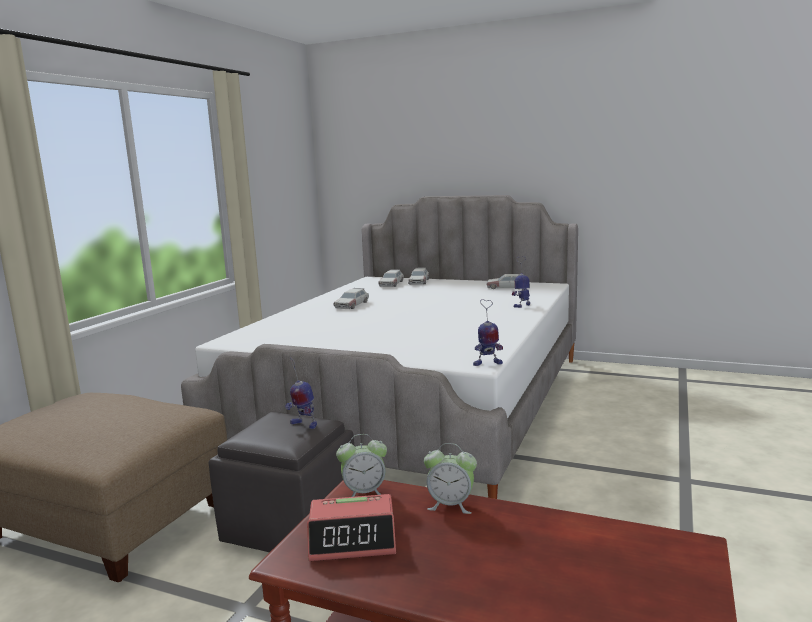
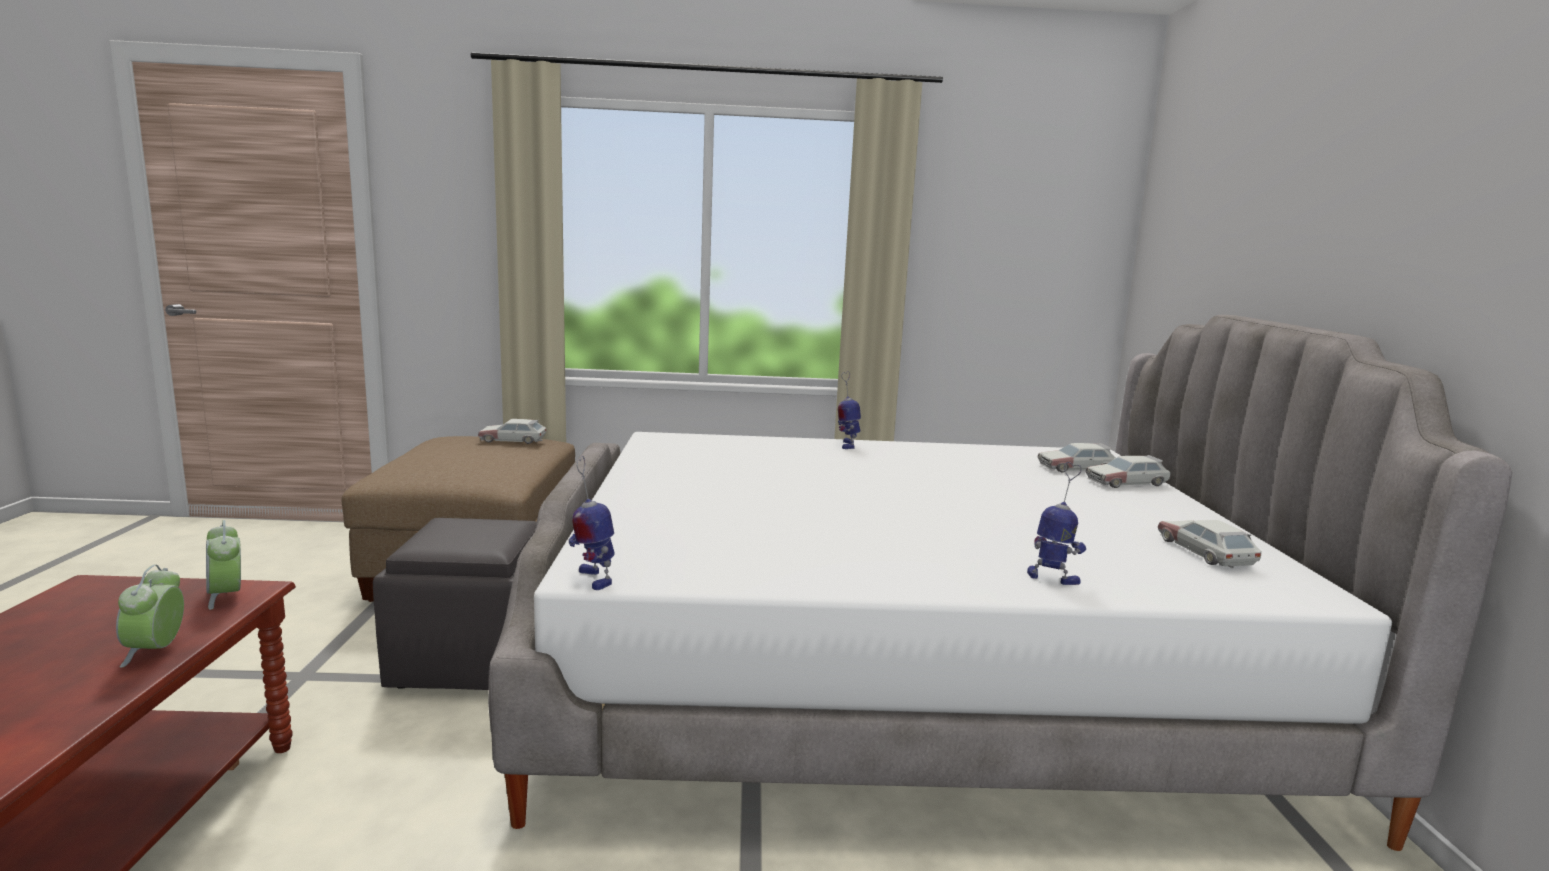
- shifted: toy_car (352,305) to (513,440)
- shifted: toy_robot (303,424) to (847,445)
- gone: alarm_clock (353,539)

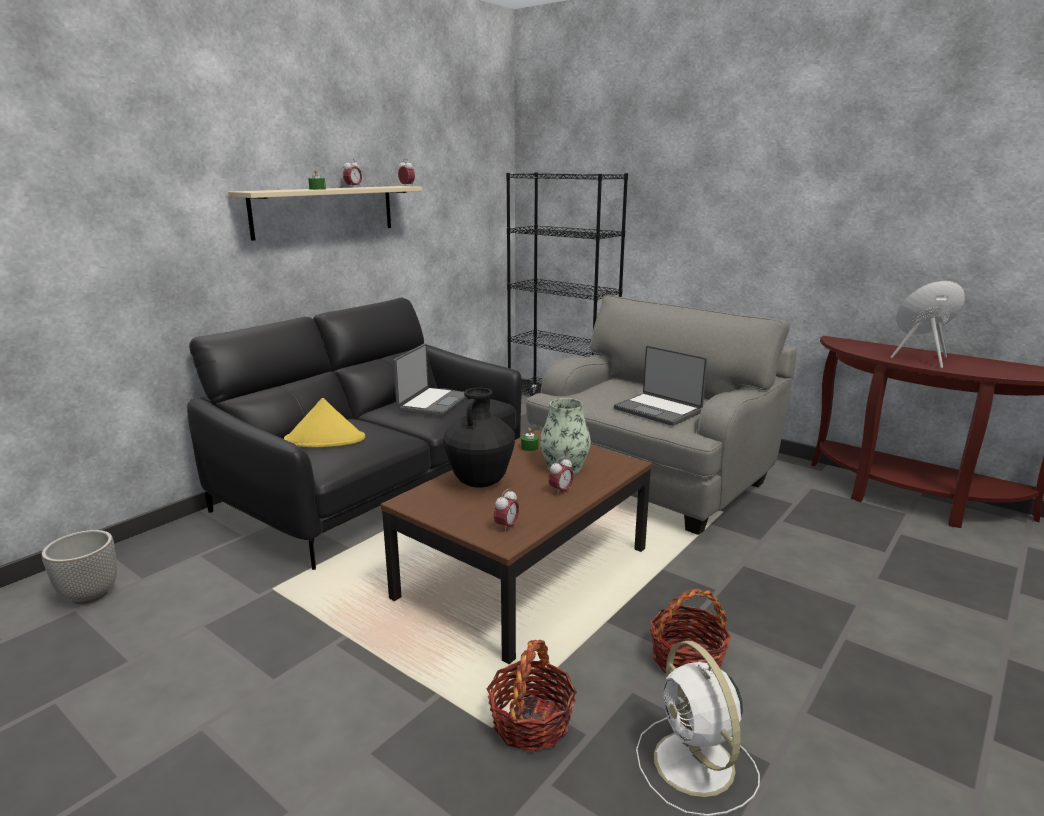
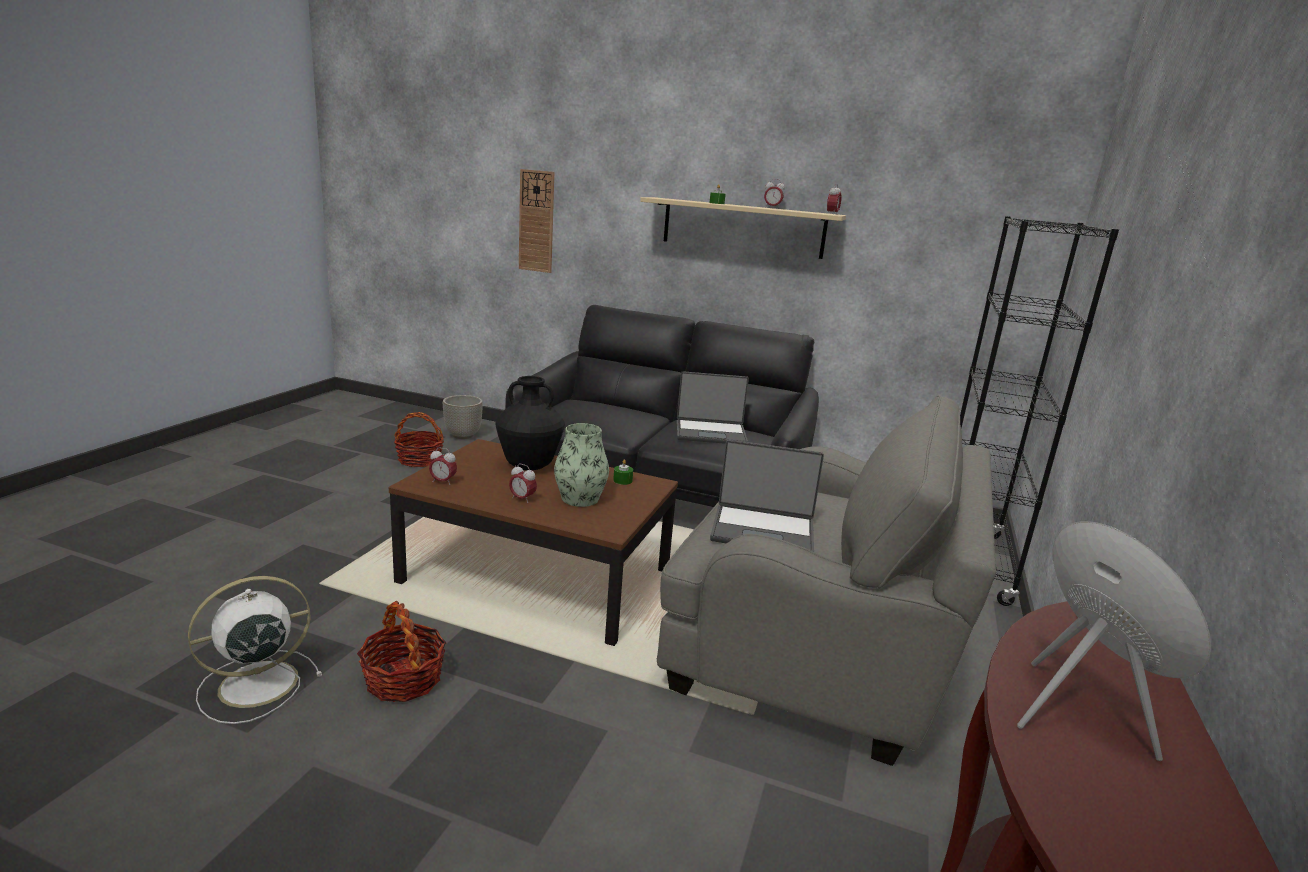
- rotated: laptop (658,410) = (763,531) 105 degrees counterclockwise
- gone: yellow_hat (325,439)
- shifted: basket (531,722) to (420,460)
- new: wall_clock (536,221)

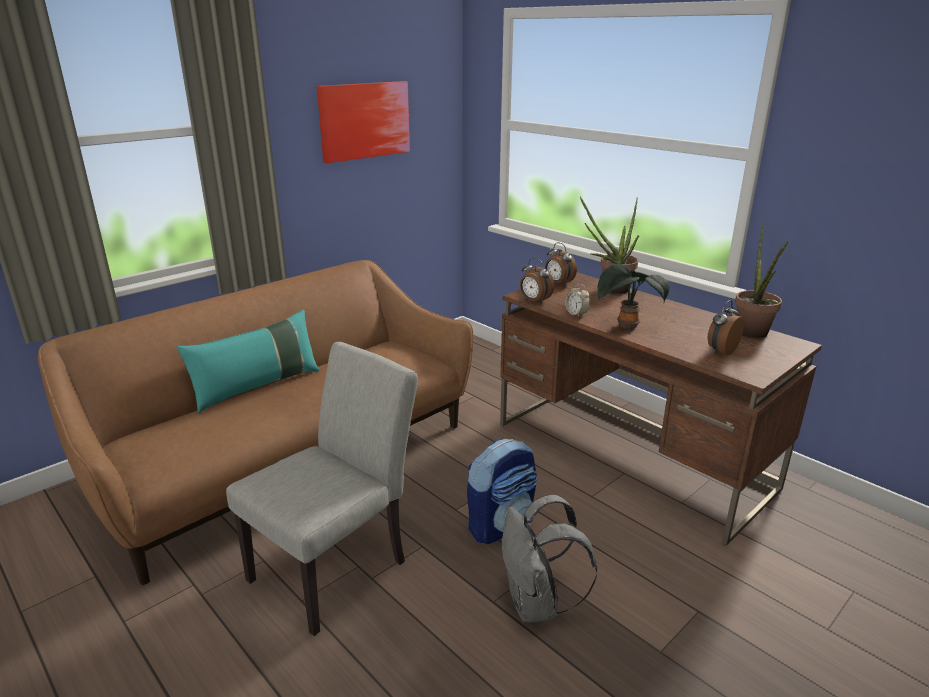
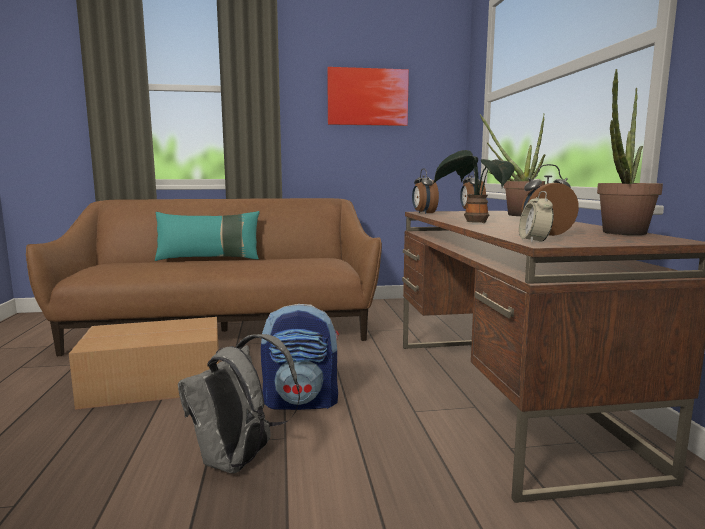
- shifted: alarm_clock (576,314) to (534,241)
- swapped: grey_chair (338,565) to cardboard_box (157,383)

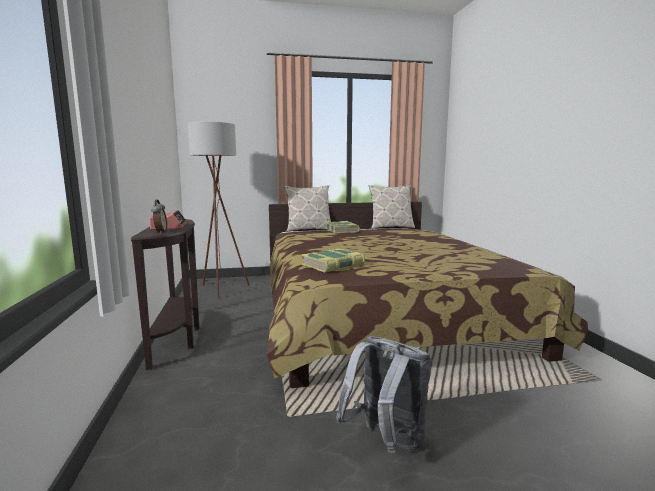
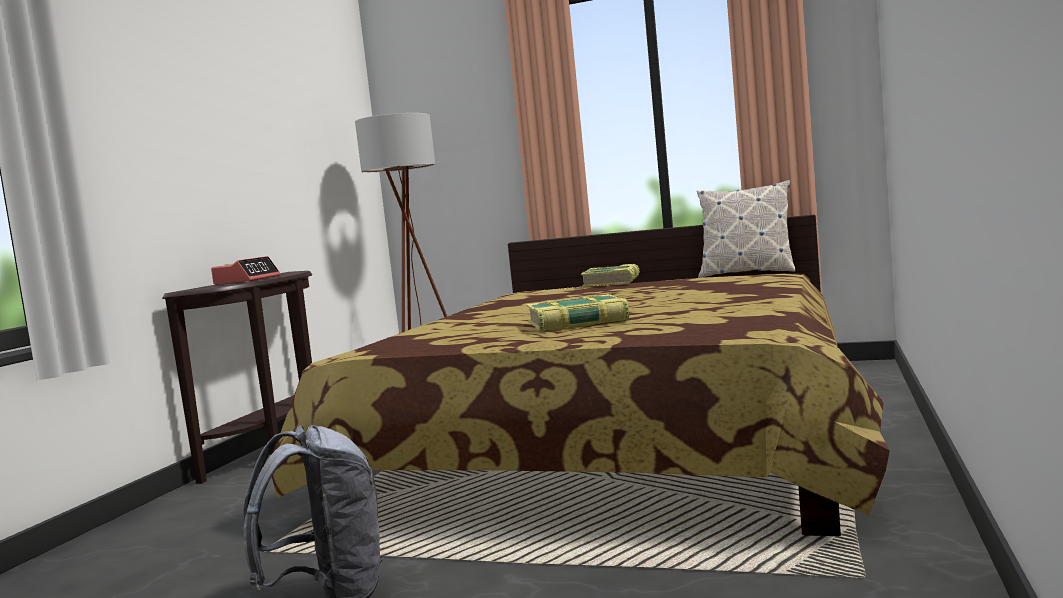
- gone: pillow (308,230)
- gone: alarm_clock (160,232)
- shifted: book (333,265) to (577,322)

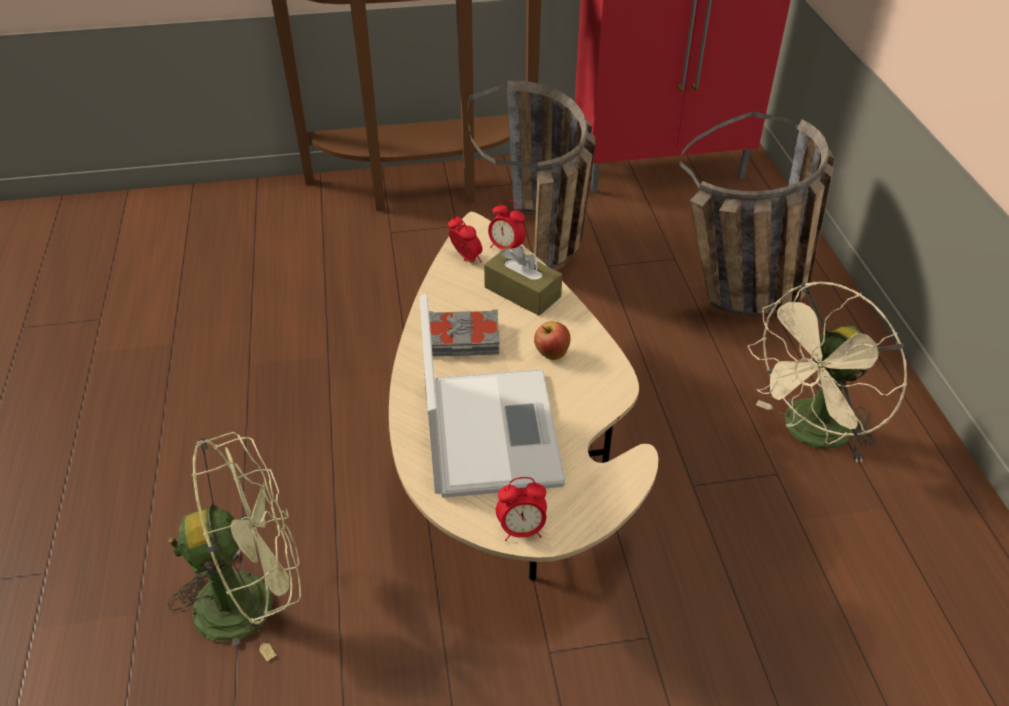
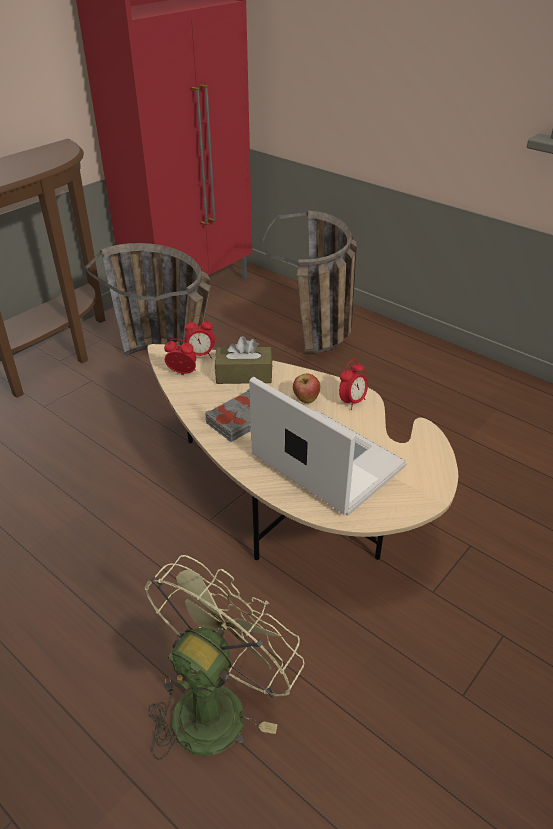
- gone: beige_fan (810,434)
- shifted: alarm_clock (521,530) to (352,402)

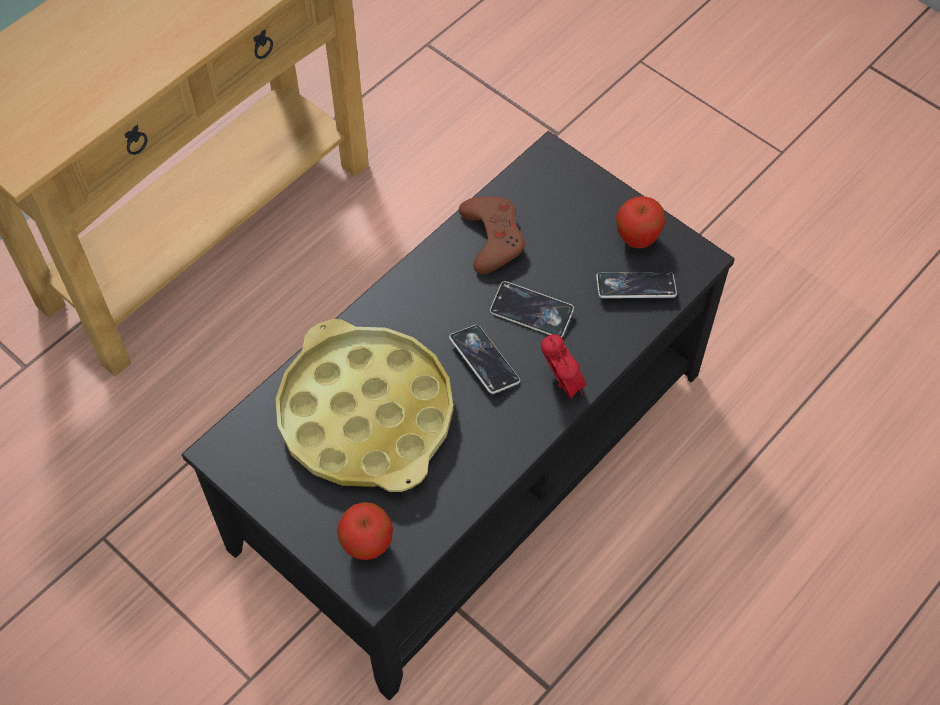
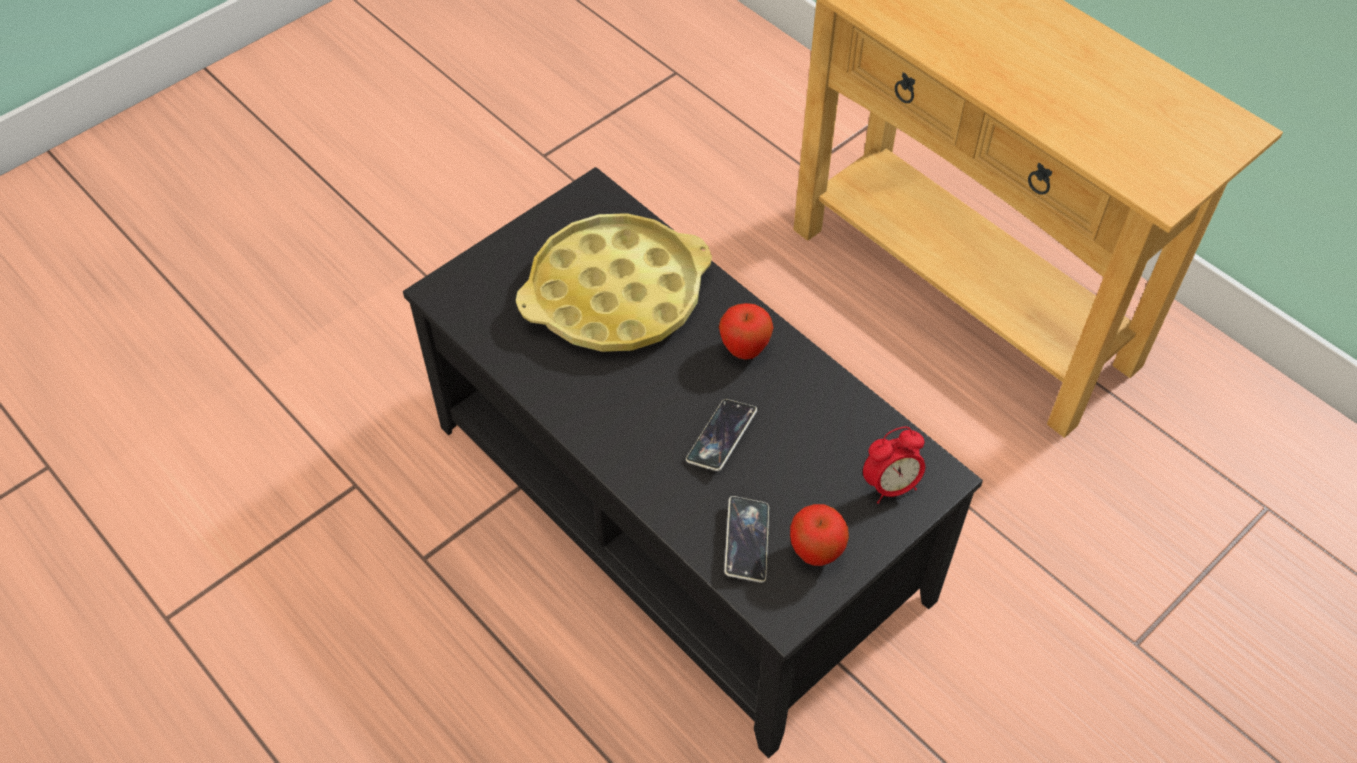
- gone: brown_game_controller (492,237)
- gone: phone (484,361)
- shifted: alarm_clock (561,385) to (890,486)
- shifted: apple (367,545) to (744,350)

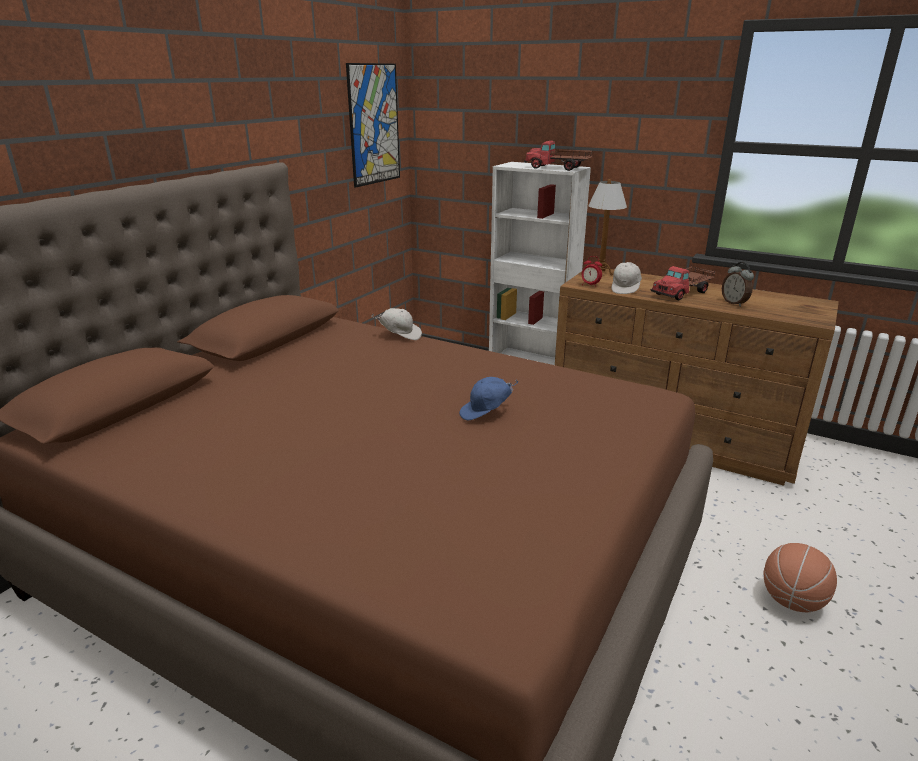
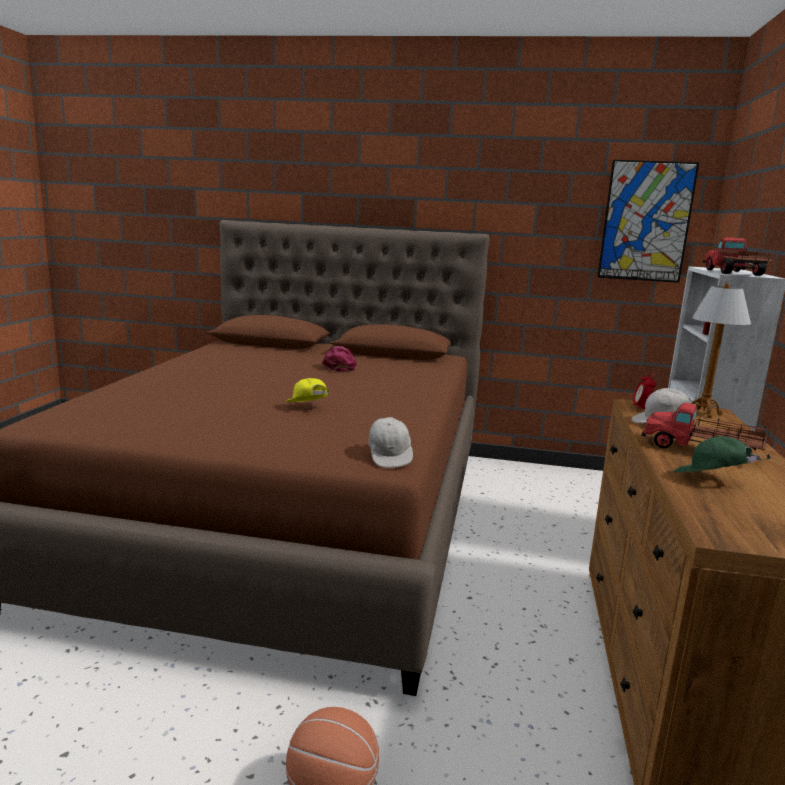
- swapped: alarm_clock (734,303) to green_cap (711,480)
- shifted: white_cap (400,335) to (389,457)
- repainted: blue_cap (486,413) to yellow_cap (307,408)
- new: pink_cap (339,366)

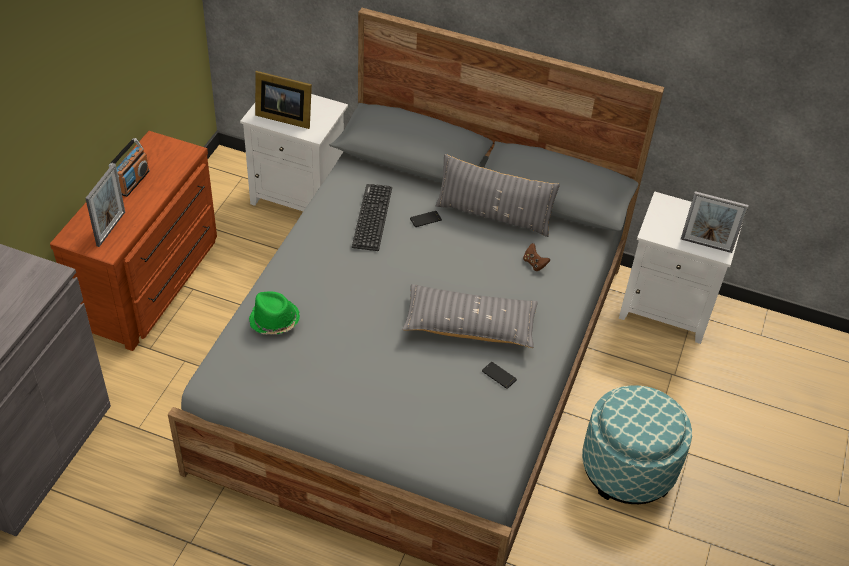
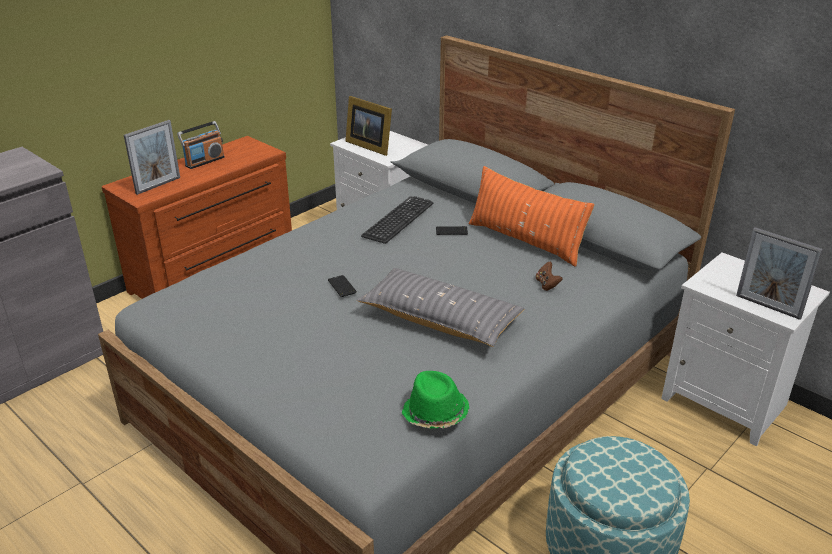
- repainted: grey_pillow (493,215) to orange_pillow (525,240)
- shifted: green_hat (274,321) to (435,414)
- shifted: phone (499,375) to (342,286)

